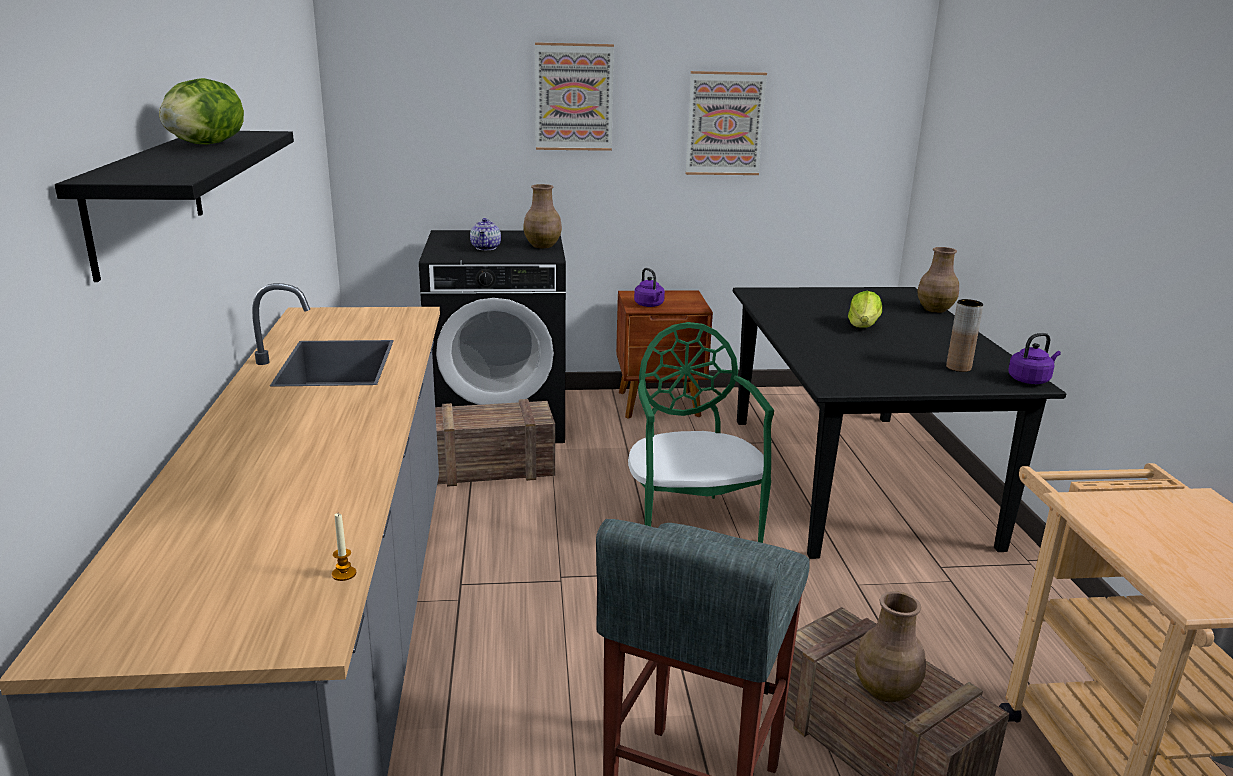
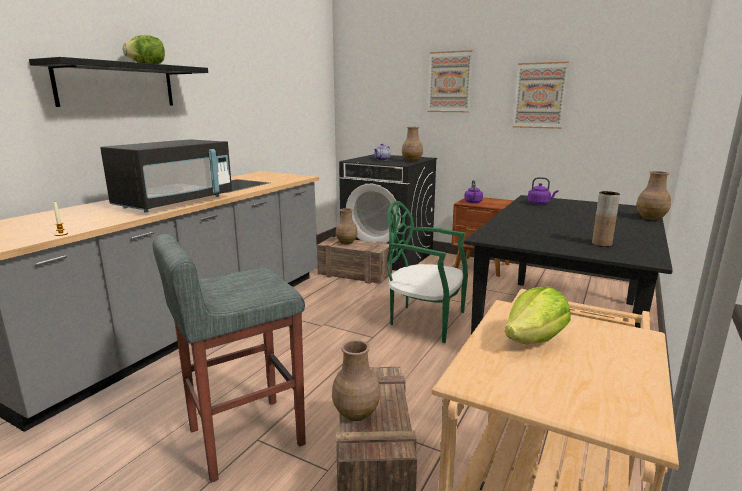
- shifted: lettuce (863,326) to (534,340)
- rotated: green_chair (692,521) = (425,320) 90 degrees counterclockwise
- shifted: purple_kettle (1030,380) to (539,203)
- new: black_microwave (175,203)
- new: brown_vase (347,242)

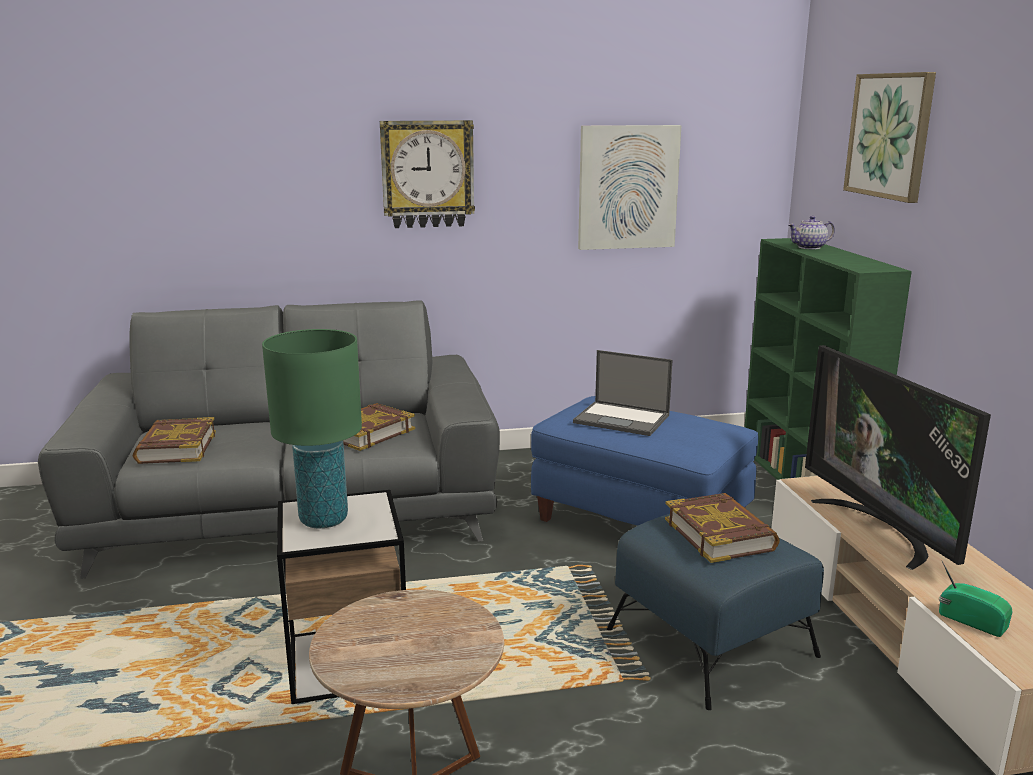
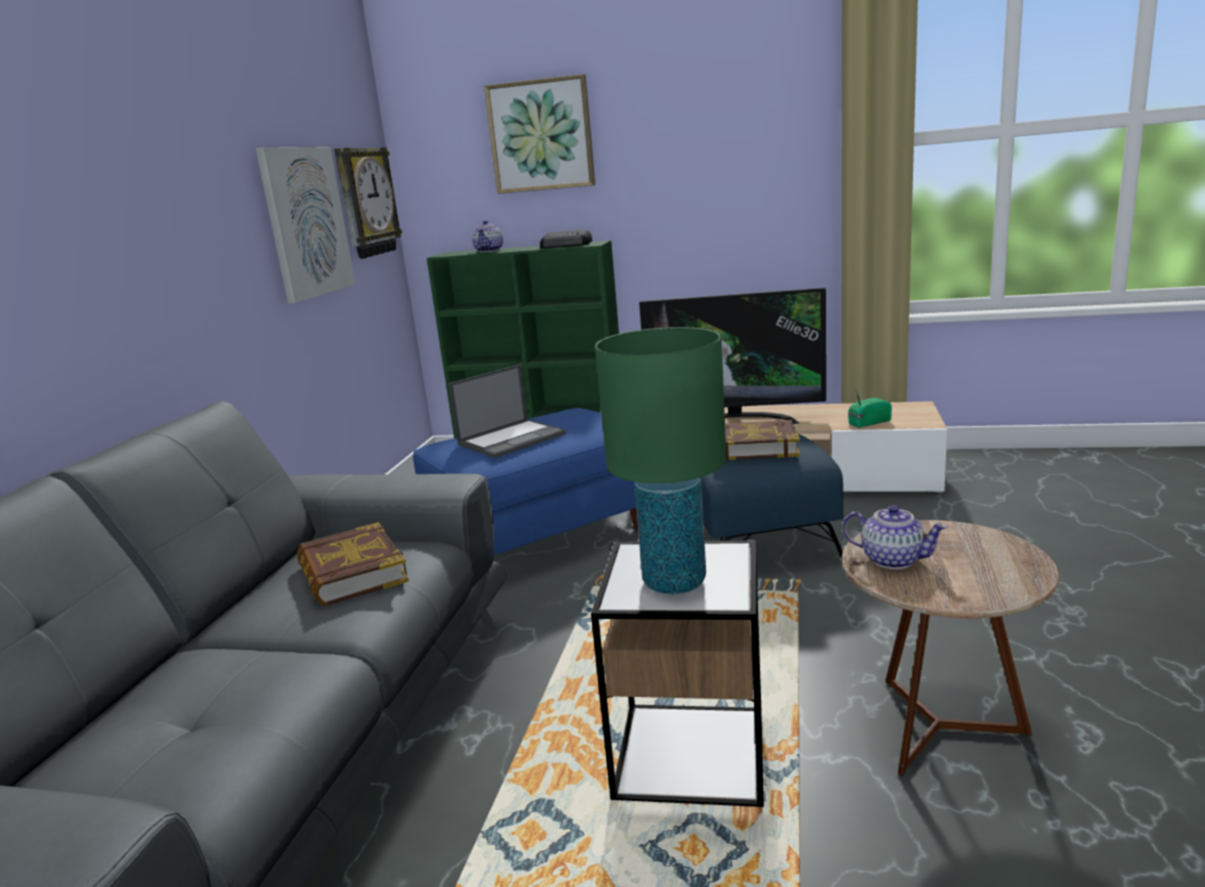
- shifted: wall_clock (427,174) to (365,202)
- gone: book (176,447)
- new: radio (567,245)
- new: teapot (892,559)

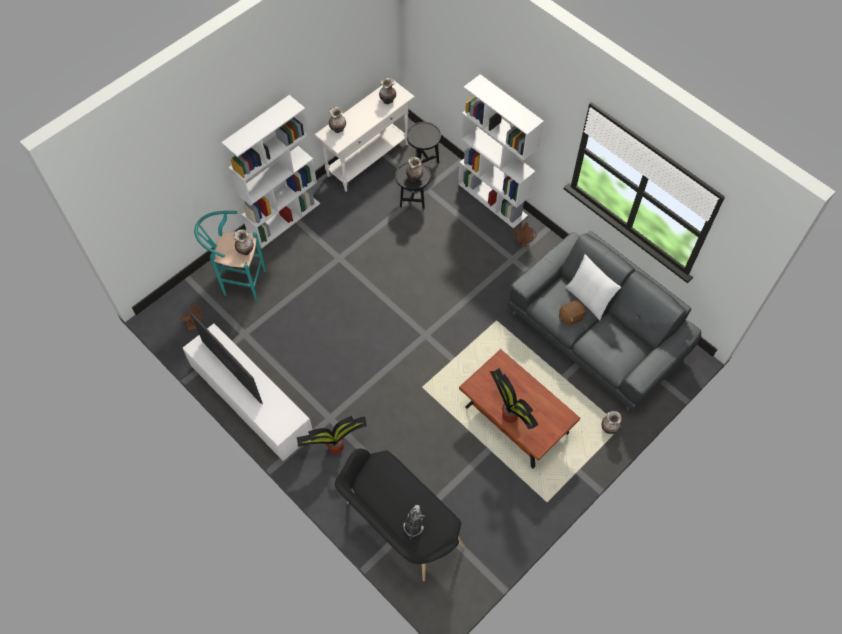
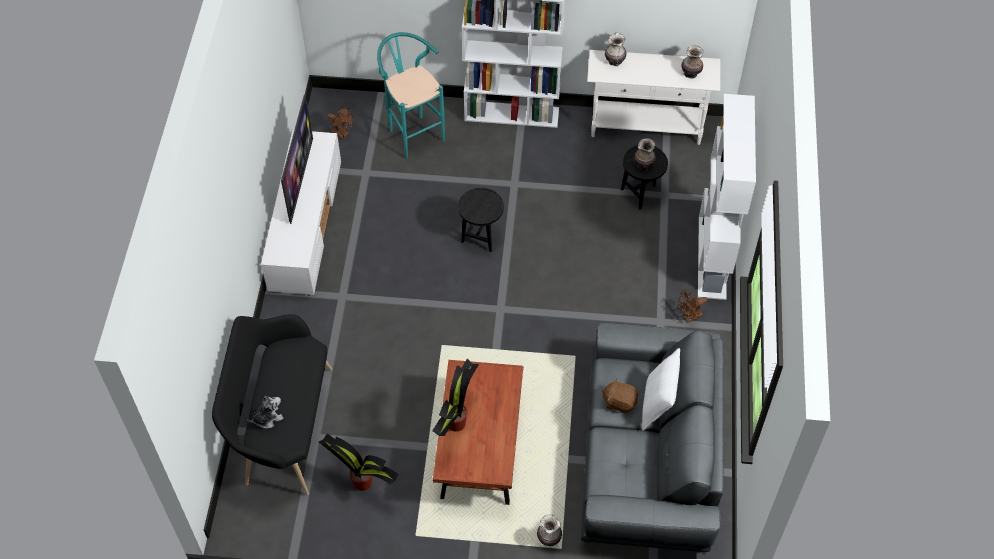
- shifted: black_side_table (423,160) to (481,236)
- gone: vase (246,250)
- shifted: potted_plant (335,447) to (361,481)

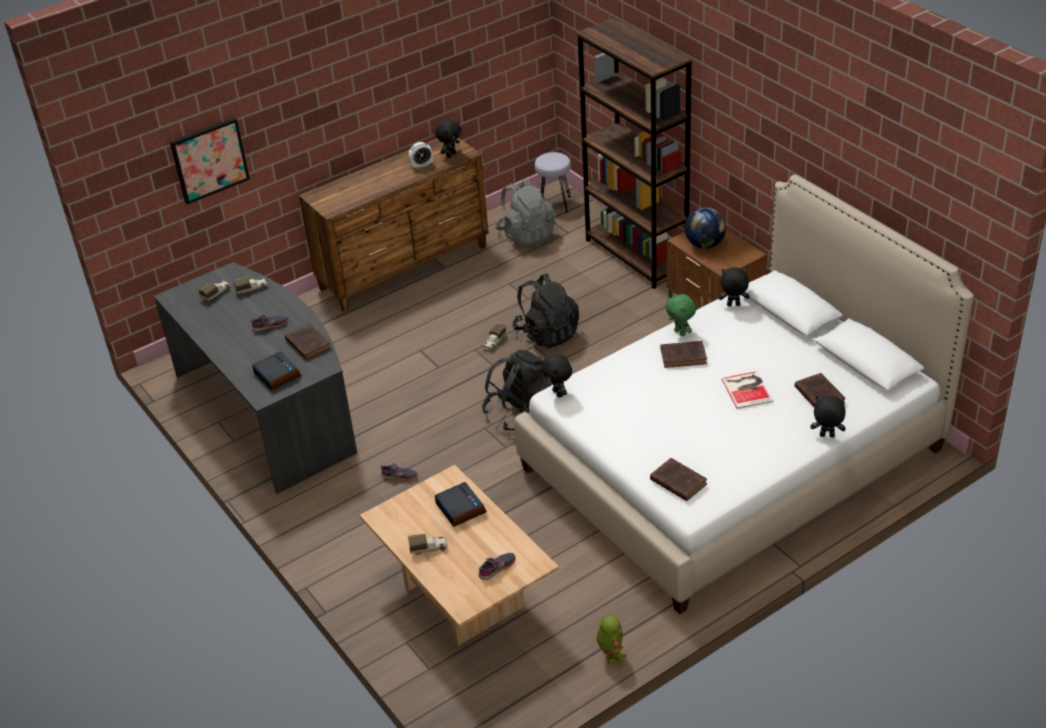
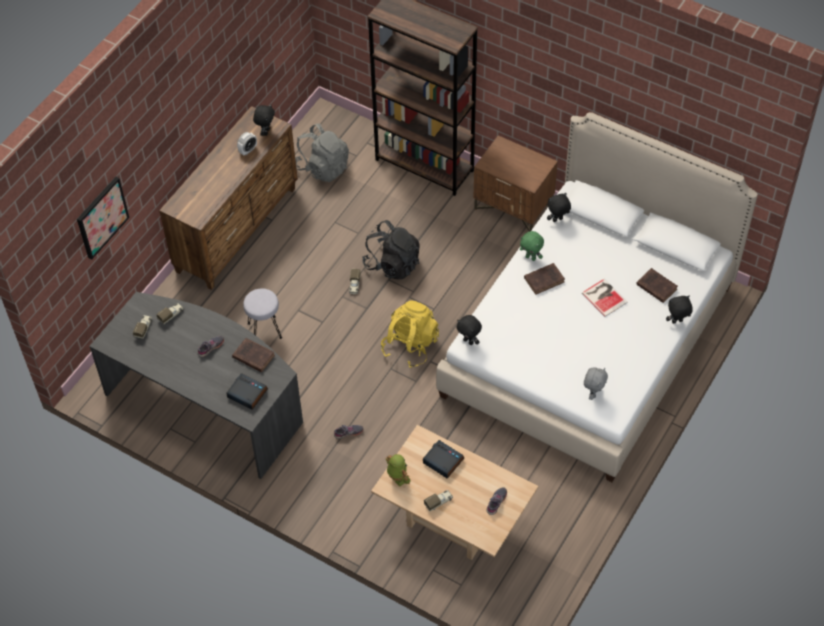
- shifted: grey_stool (555,204) to (265,330)
- gone: globe (704,244)
- repainted: black_backpack (520,412) to yellow_backpack (410,345)
- swapped: brown_book (677,481) to grey_plush_toy (593,393)
- shifted: toy_robot (611,654) to (397,478)

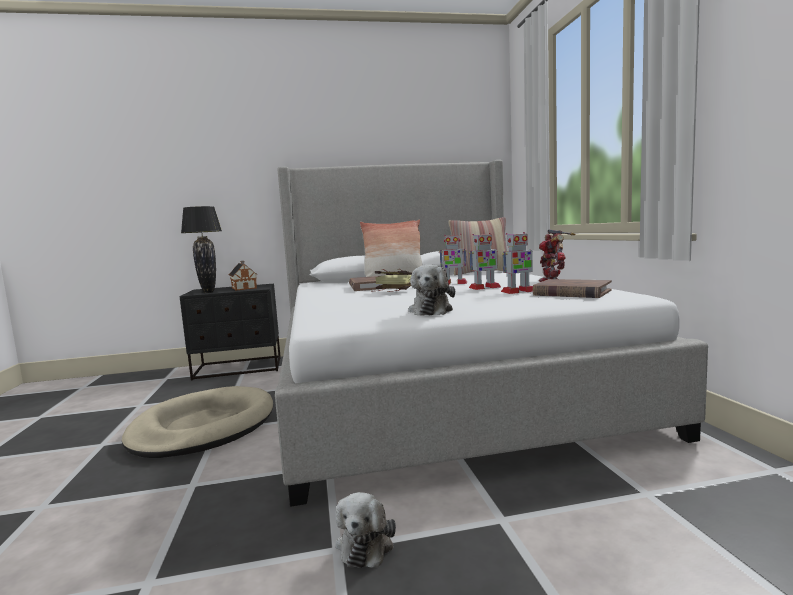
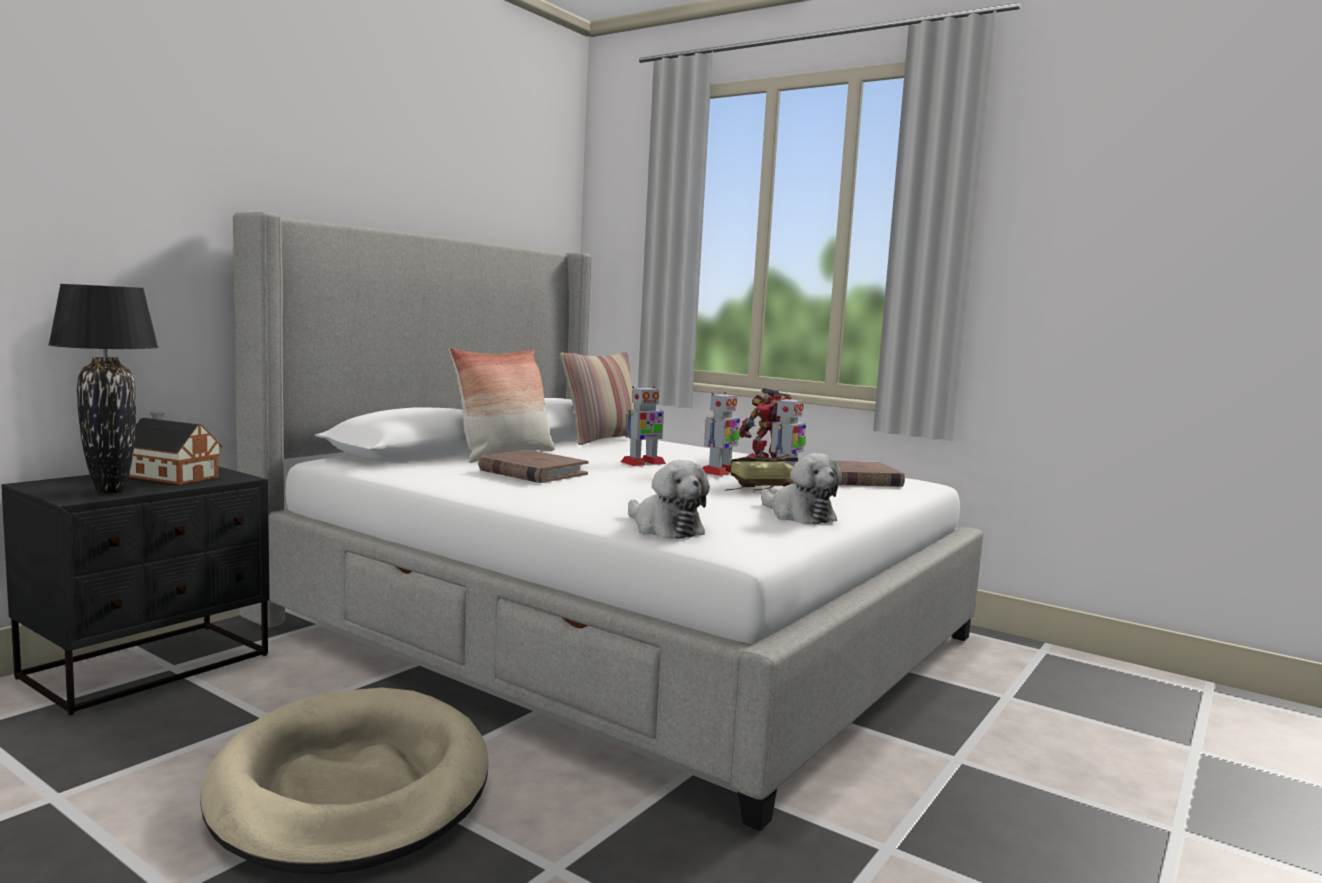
- shifted: book (393,291) to (755,488)
- shifted: plush_toy (366,543) to (664,528)

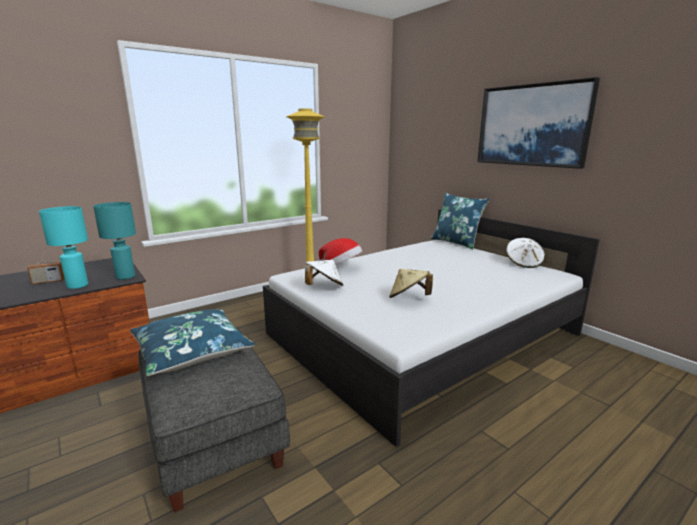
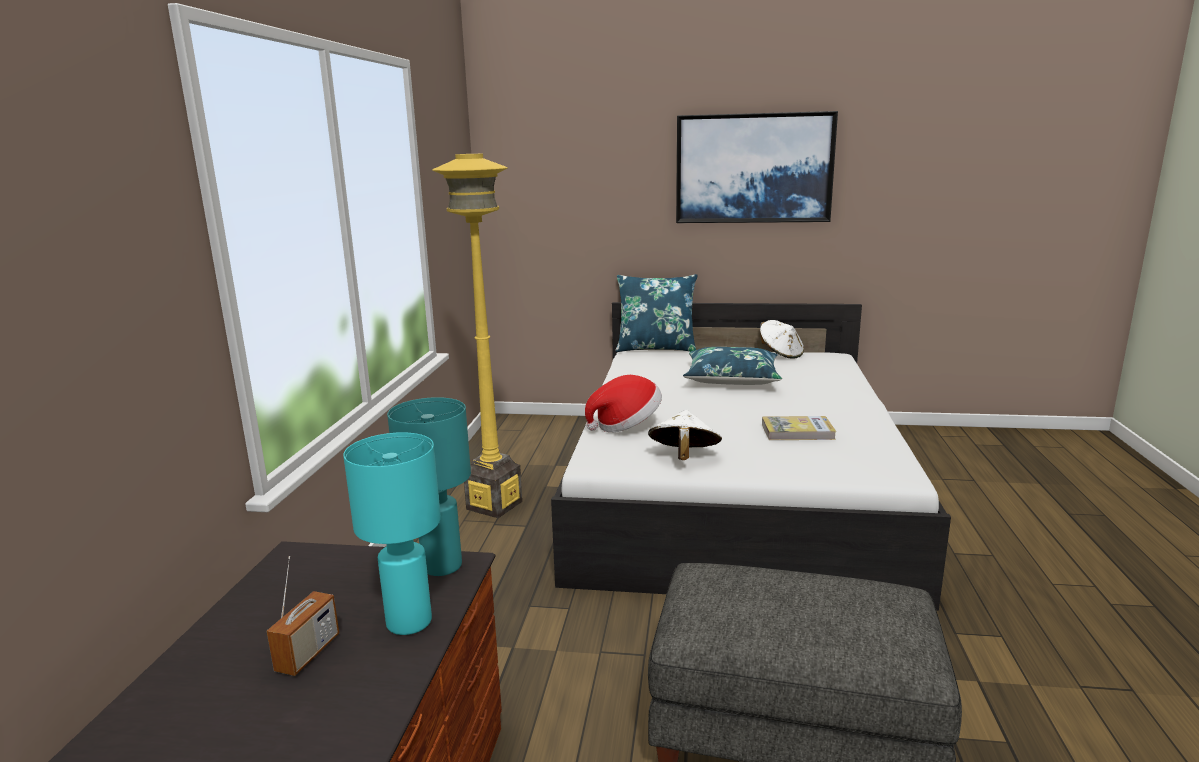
- swapped: beige_hat (409,298) to book (797,432)
- shifted: blue_pillow (192,351) to (732,379)

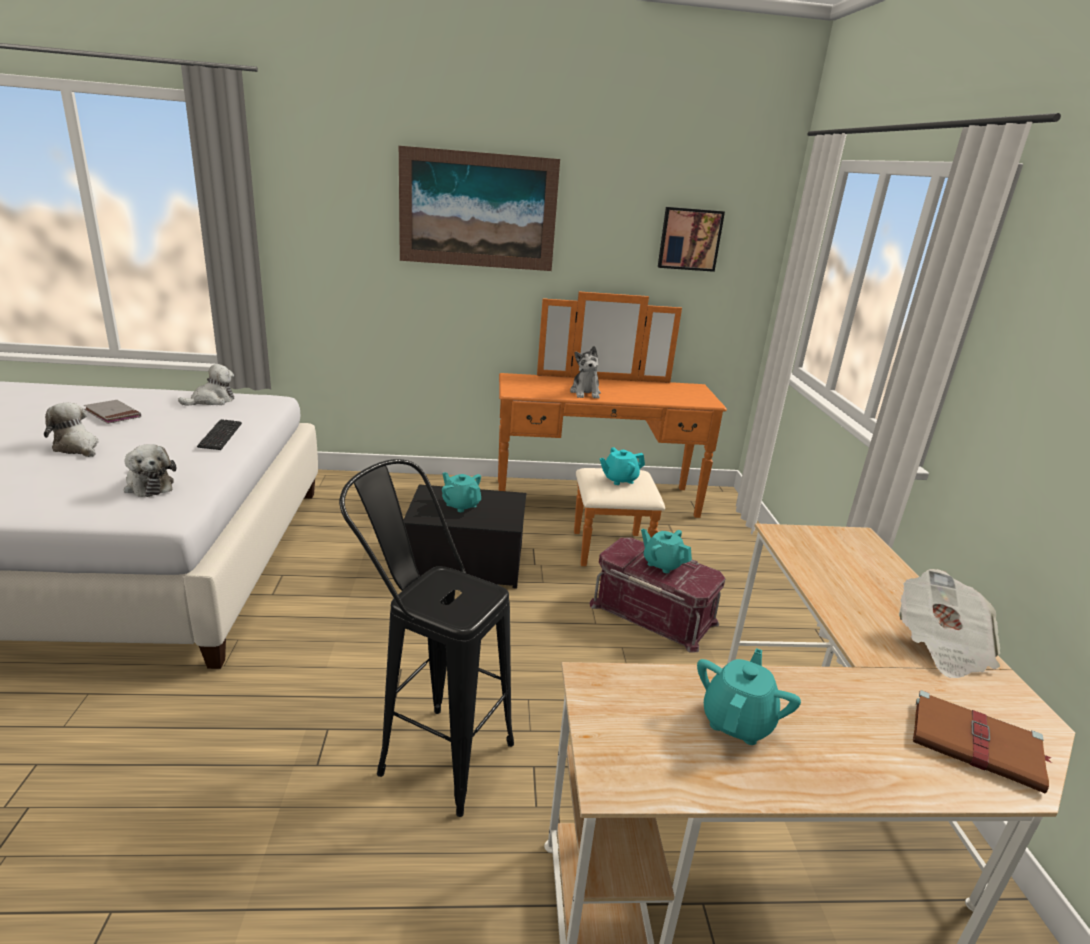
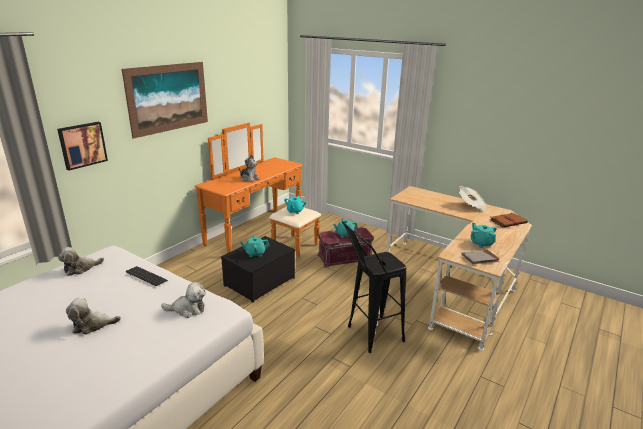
- shifted: picture (689,239) to (82,145)
- rotated: plush_toy (212,401) = (80,268) 120 degrees counterclockwise
- shifted: grey_book (113,414) to (480,258)

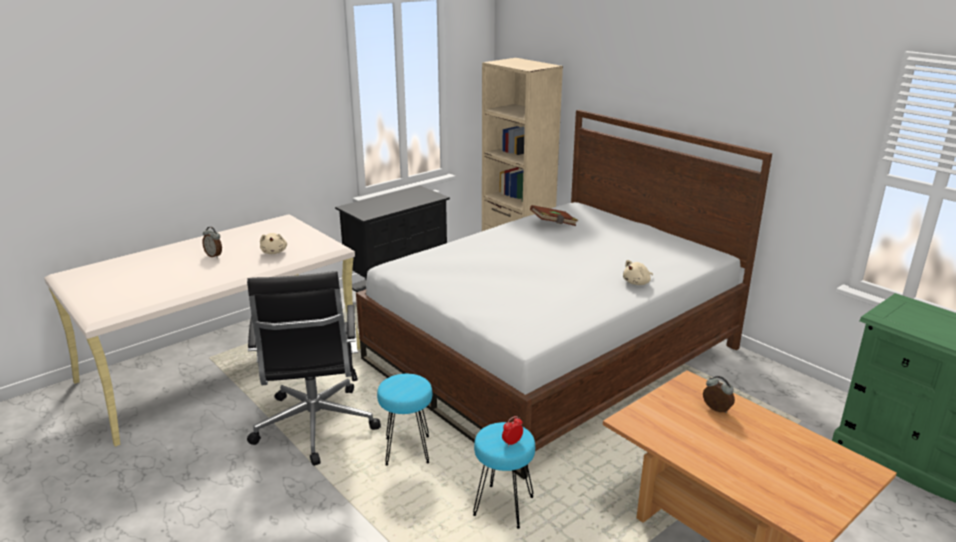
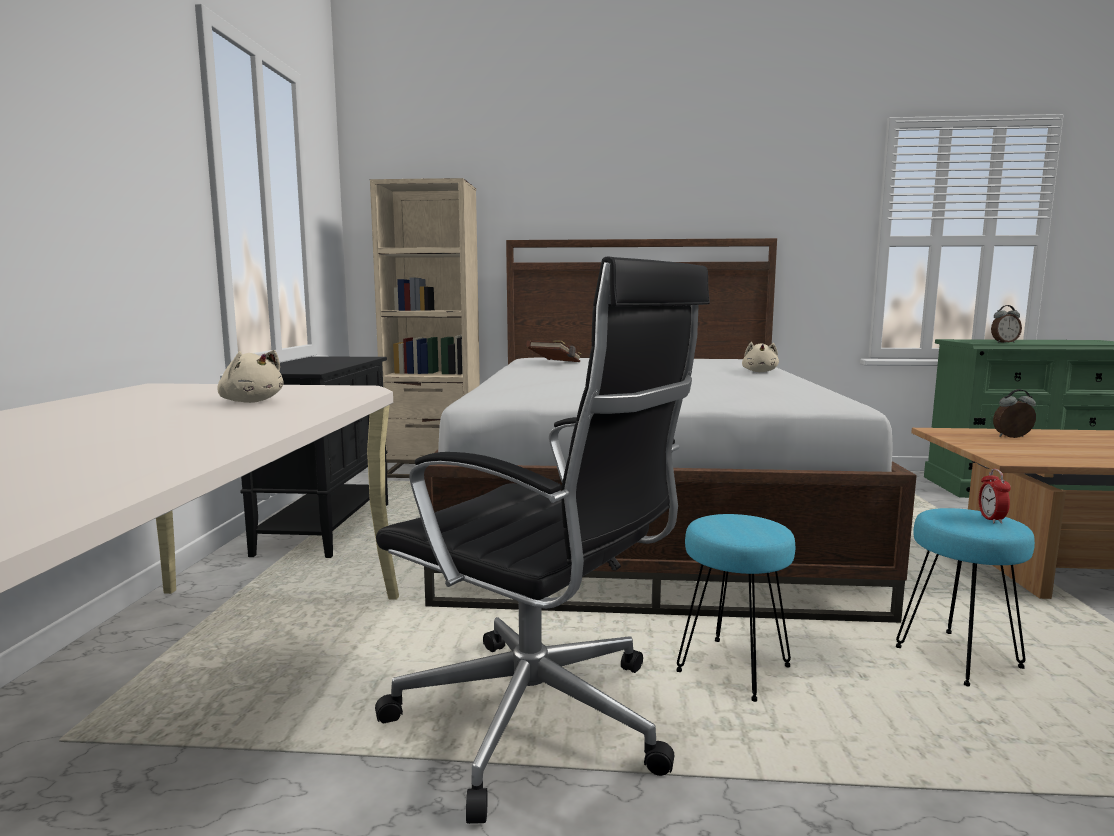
- shifted: alarm_clock (214,255) to (1004,342)

